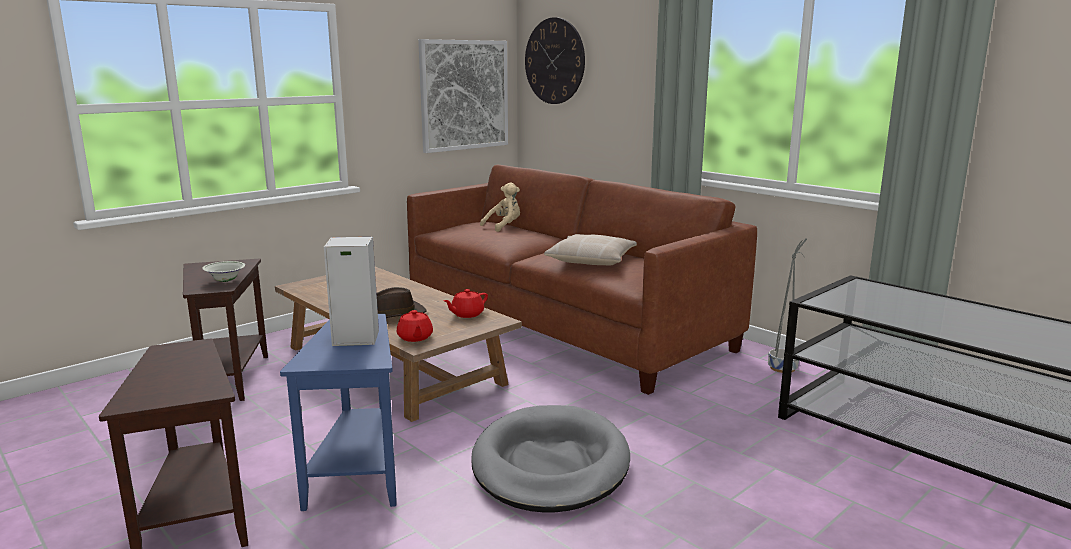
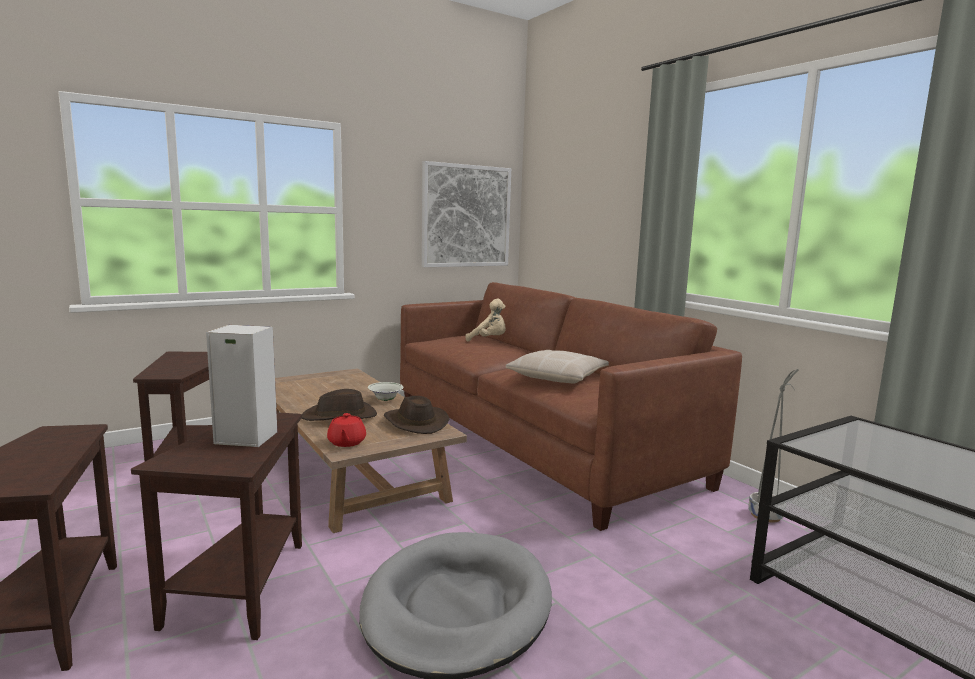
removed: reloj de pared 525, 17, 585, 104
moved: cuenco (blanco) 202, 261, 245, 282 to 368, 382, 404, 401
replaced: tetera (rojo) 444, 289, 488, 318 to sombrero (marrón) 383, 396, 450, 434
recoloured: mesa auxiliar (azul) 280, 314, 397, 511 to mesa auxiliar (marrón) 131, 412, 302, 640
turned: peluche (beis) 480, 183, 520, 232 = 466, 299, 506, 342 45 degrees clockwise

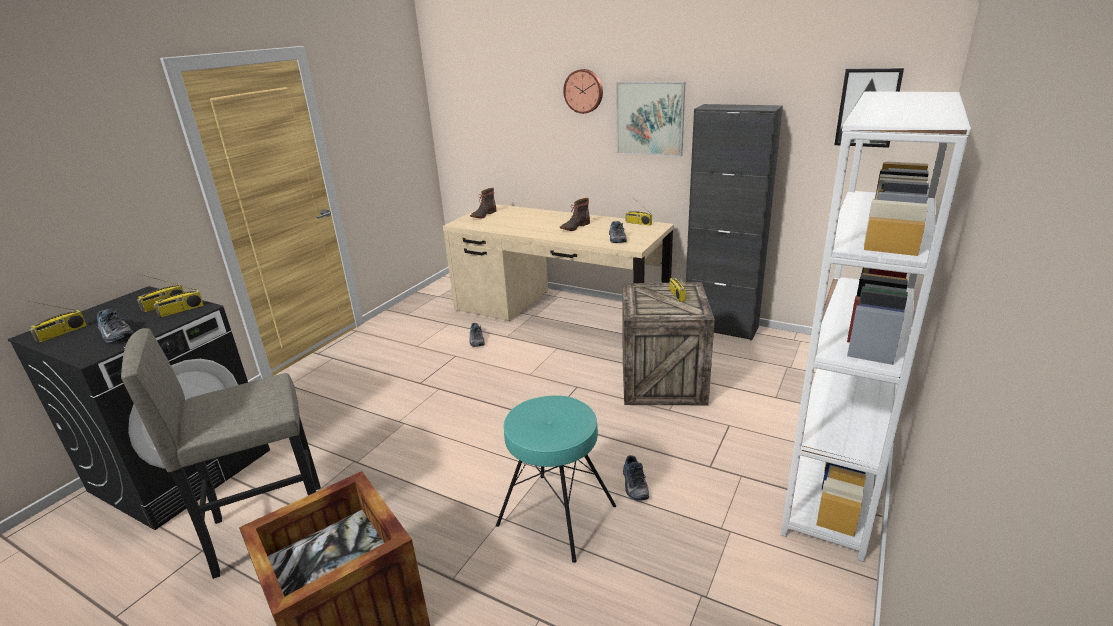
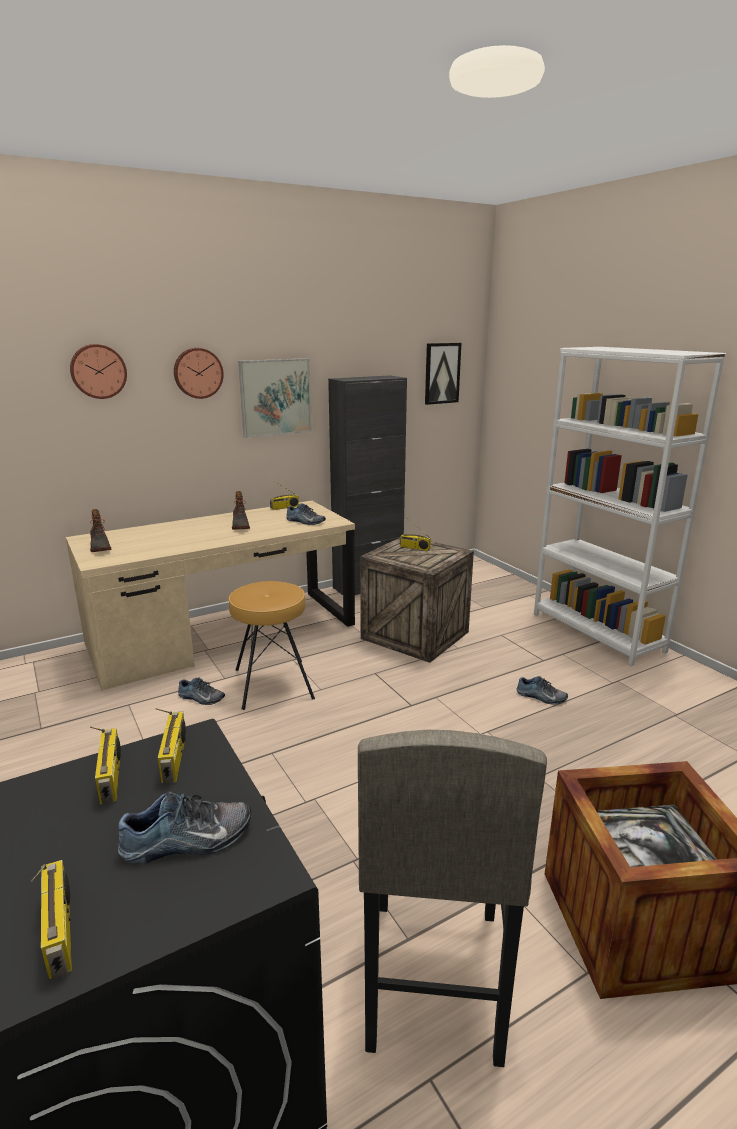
removed: taburete (turquesa) 496, 395, 616, 563
added: reloj de pared 70, 344, 127, 399; taburete (marrón) 229, 581, 315, 710

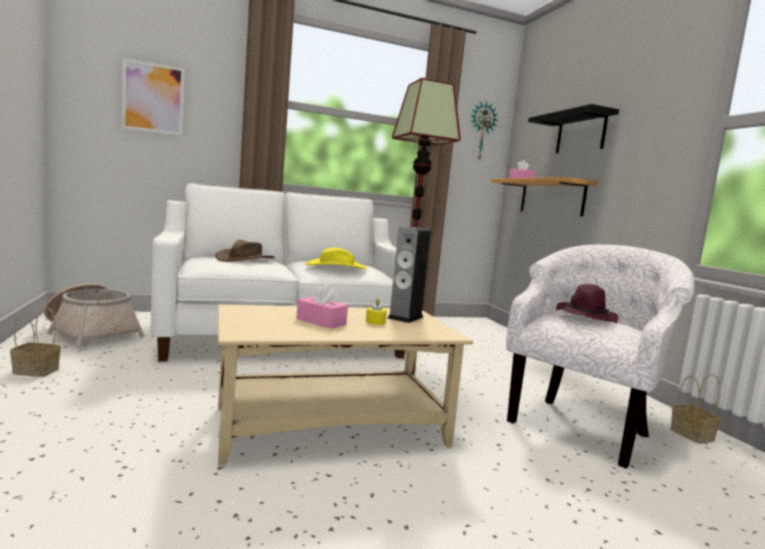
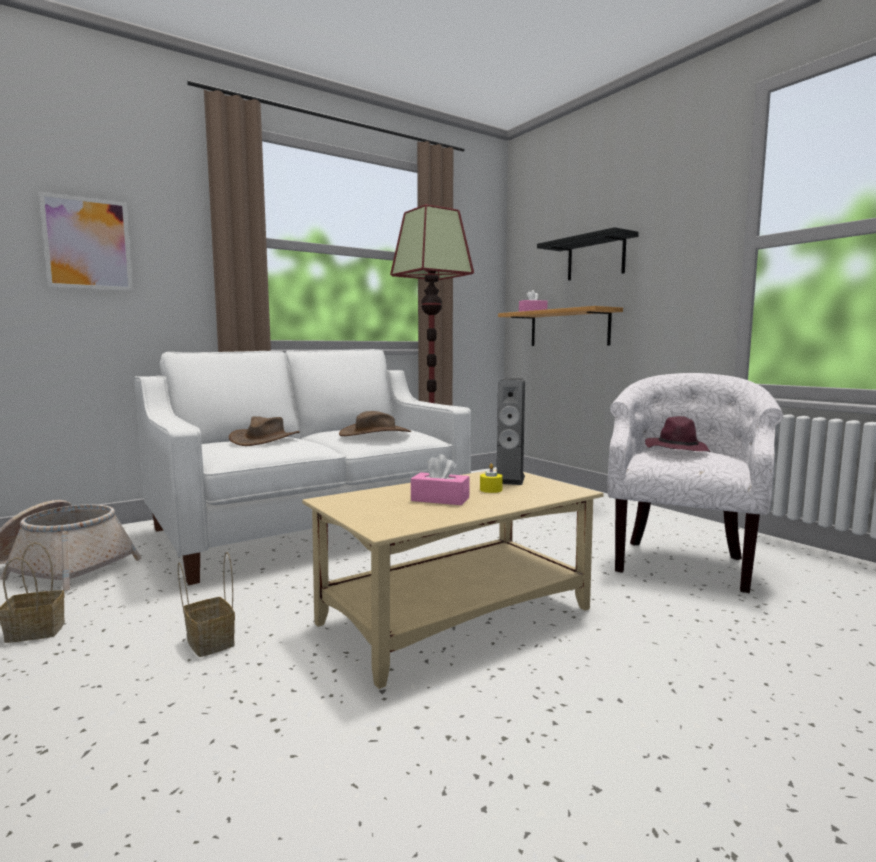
removed: reloj de pared 470, 102, 498, 161
moved: cesta 670, 374, 721, 444 to 178, 552, 235, 657
recoloured: sombrero (amarillo) 305, 248, 367, 269 to sombrero (marrón) 339, 411, 411, 436

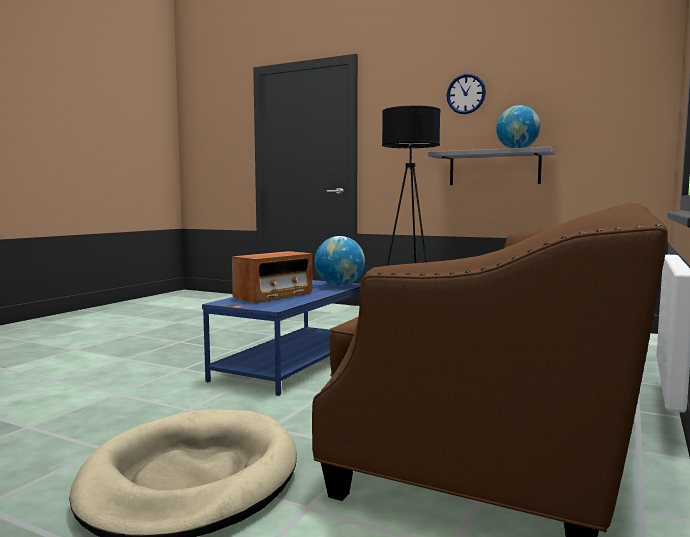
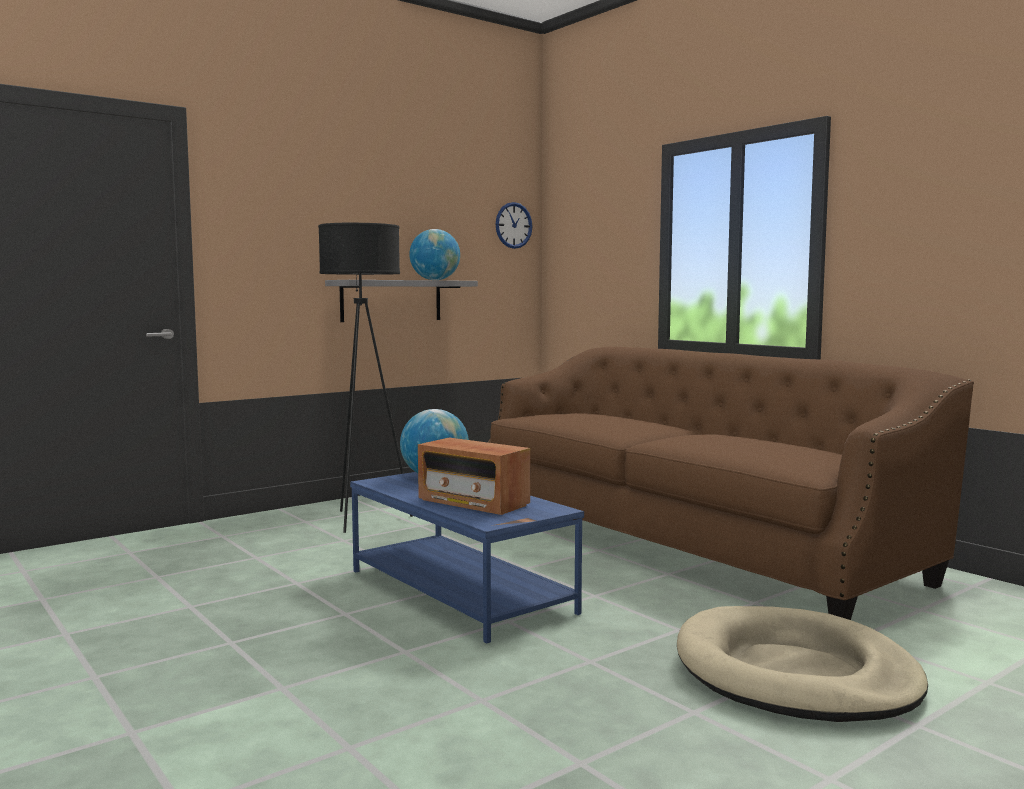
moved: reloj de pared 447, 74, 486, 114 to 495, 202, 533, 249
turned: radio 232, 251, 312, 303 = 418, 438, 530, 515 150 degrees clockwise

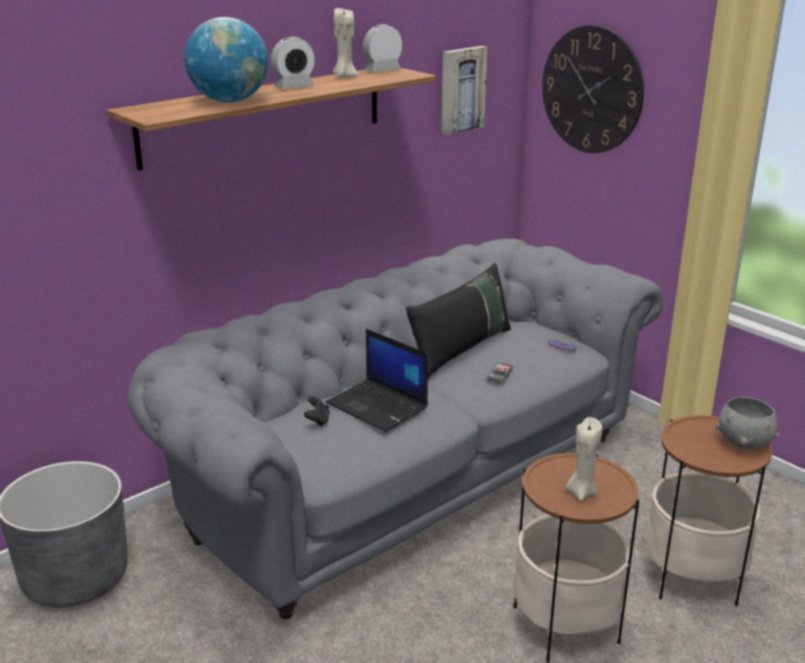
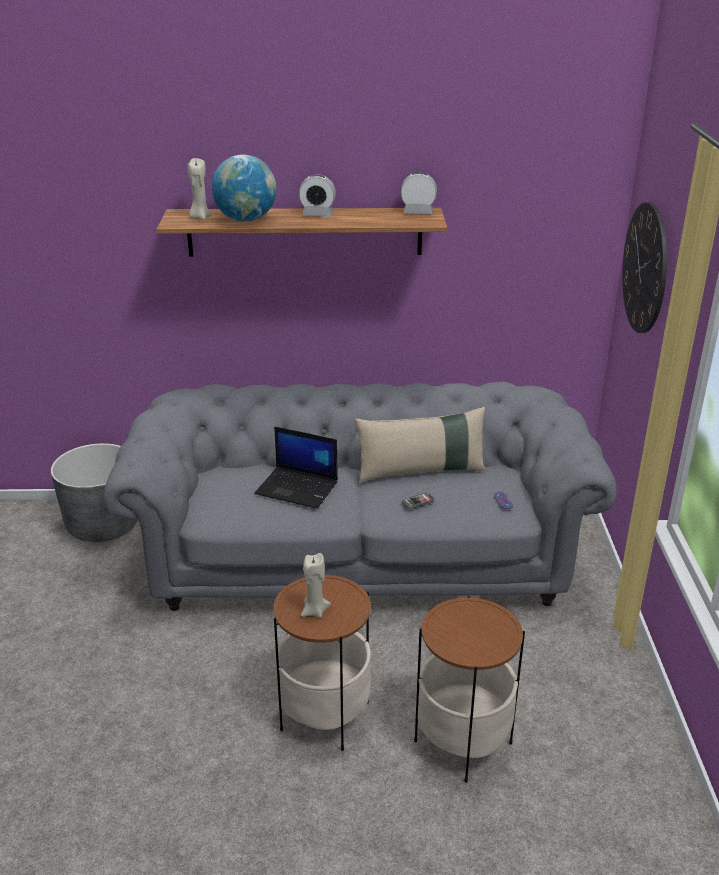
removed: mando de consola (negro) 304, 396, 330, 427; cuadro 441, 46, 487, 135; cuenco (gris) 716, 397, 779, 450
moved: vela (beis) 333, 8, 359, 78 to 188, 158, 211, 220
recoloured: cojín (negro) 406, 263, 511, 378 to cojín (beis) 355, 407, 486, 483
turned: portátil 326, 329, 428, 432 = 255, 427, 338, 509 60 degrees counterclockwise

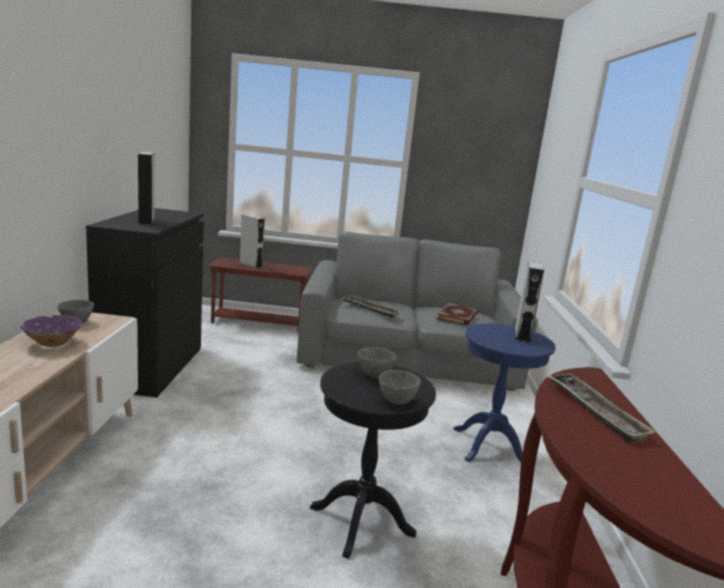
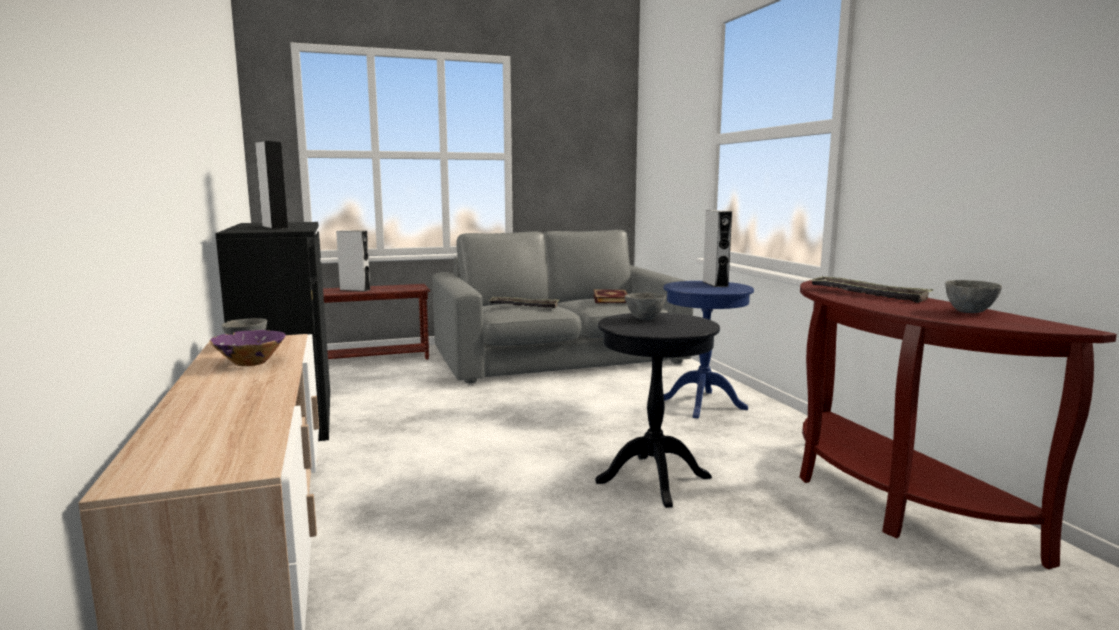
moved: cuenco (gris) 379, 370, 421, 404 to 945, 280, 1002, 313

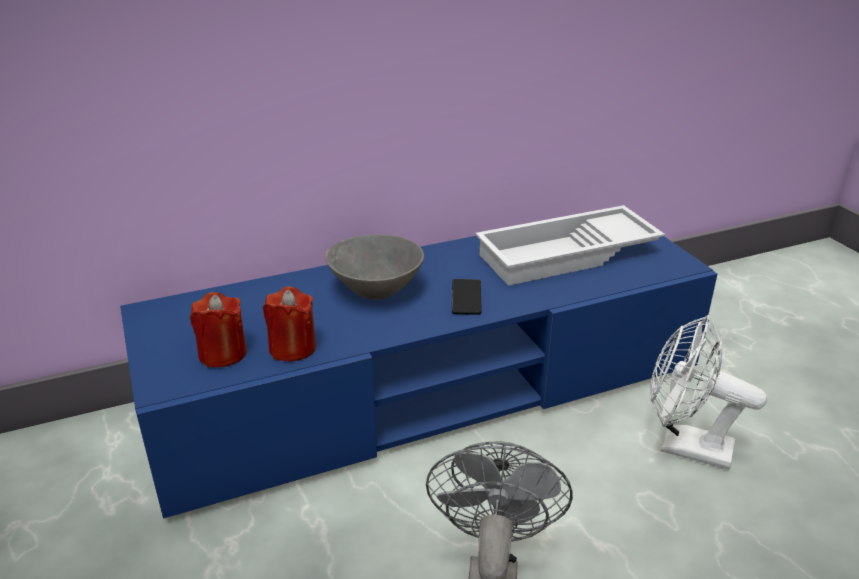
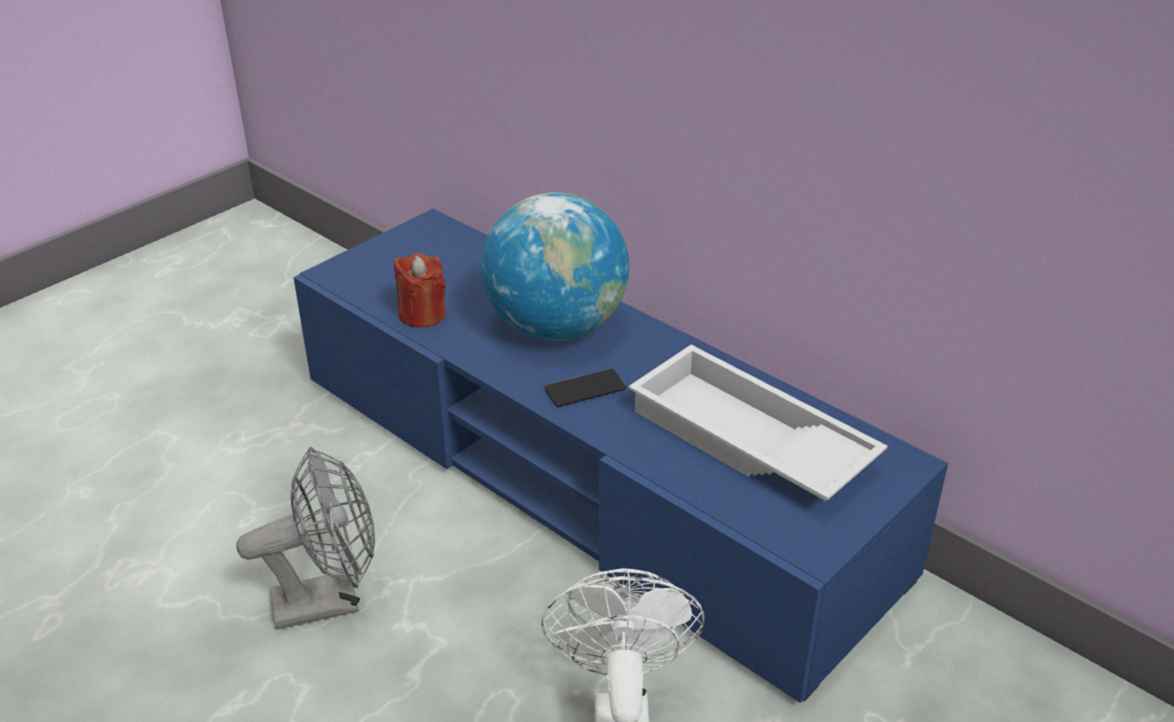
removed: vela (rojo) 190, 292, 247, 367
replaced: cuenco (gris) 325, 235, 424, 300 to globo terráqueo 482, 192, 629, 341

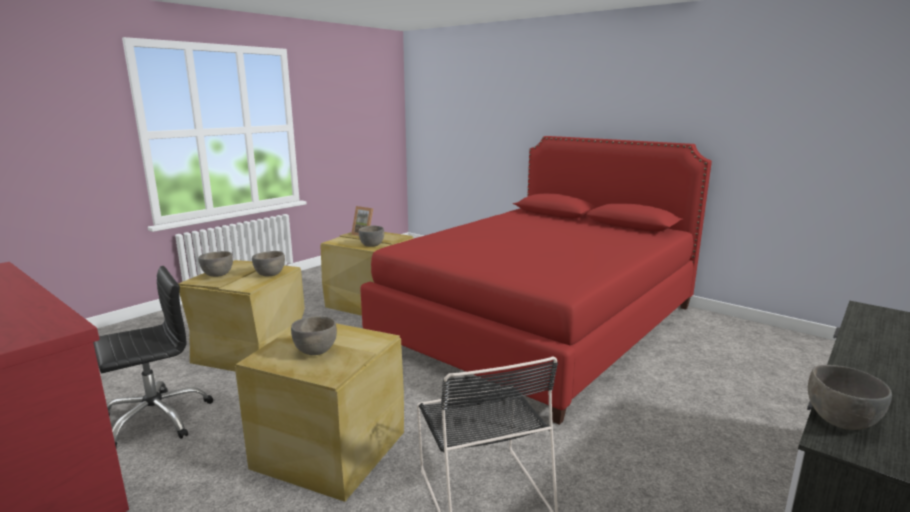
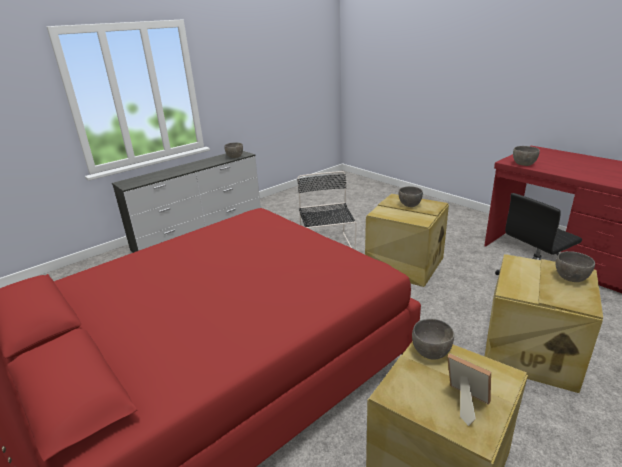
moved: cuenco (gris) 252, 251, 285, 276 to 513, 146, 540, 166

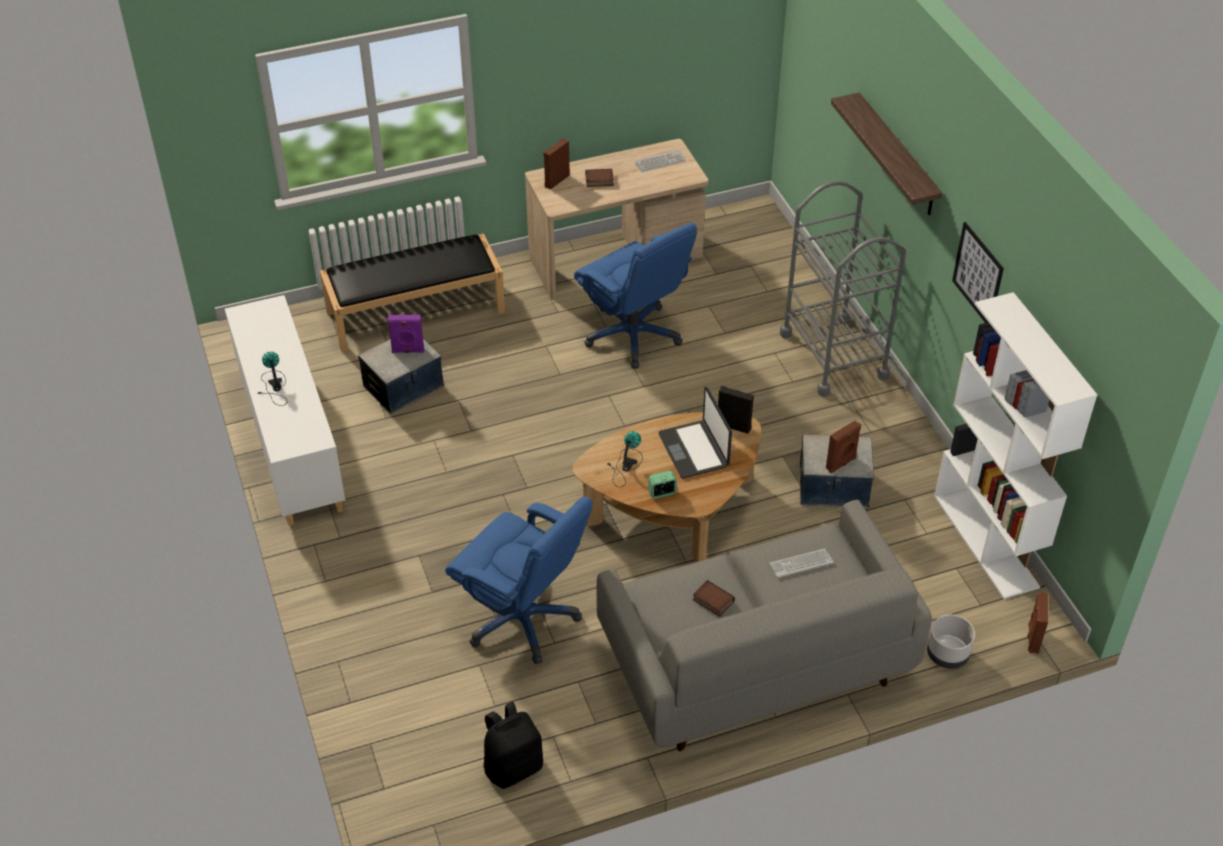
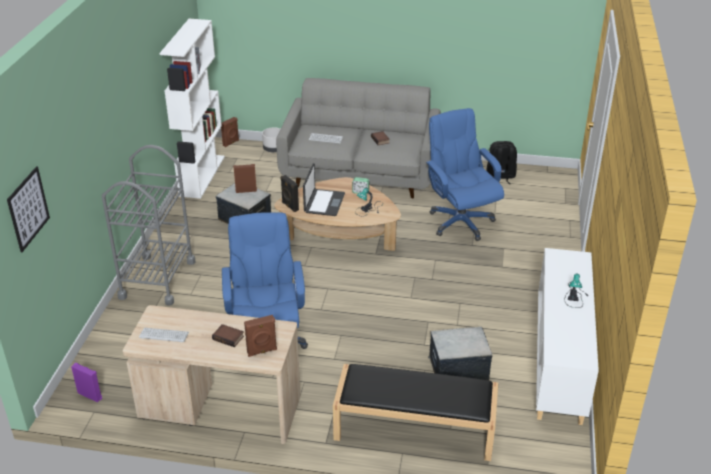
removed: estante 831, 93, 942, 215
moved: cuadro 952, 222, 1004, 323 to 7, 166, 50, 252; altavoz (morado) 387, 315, 424, 353 to 71, 363, 102, 402

